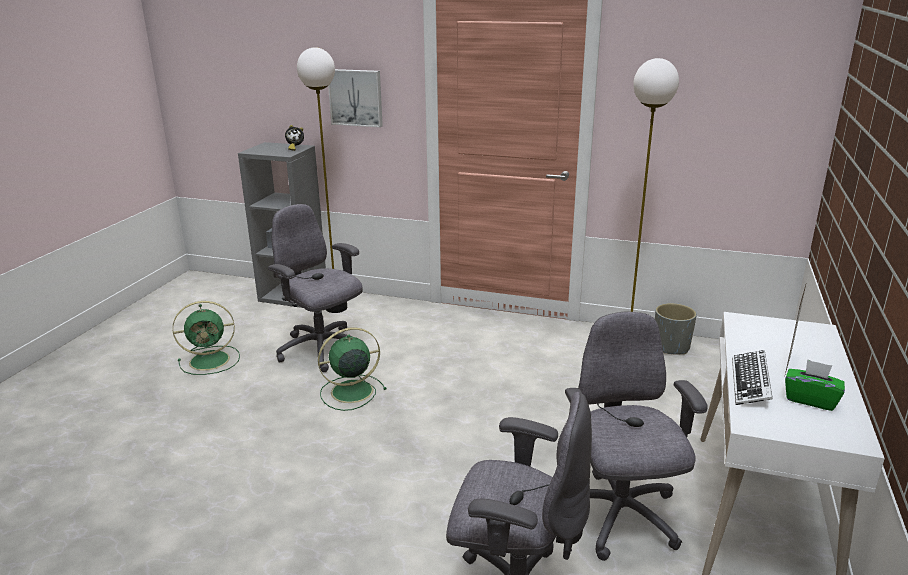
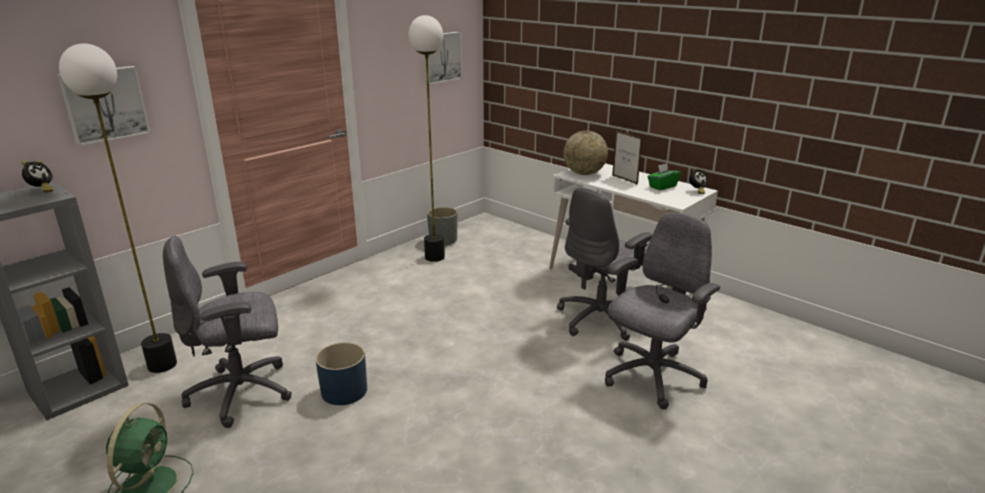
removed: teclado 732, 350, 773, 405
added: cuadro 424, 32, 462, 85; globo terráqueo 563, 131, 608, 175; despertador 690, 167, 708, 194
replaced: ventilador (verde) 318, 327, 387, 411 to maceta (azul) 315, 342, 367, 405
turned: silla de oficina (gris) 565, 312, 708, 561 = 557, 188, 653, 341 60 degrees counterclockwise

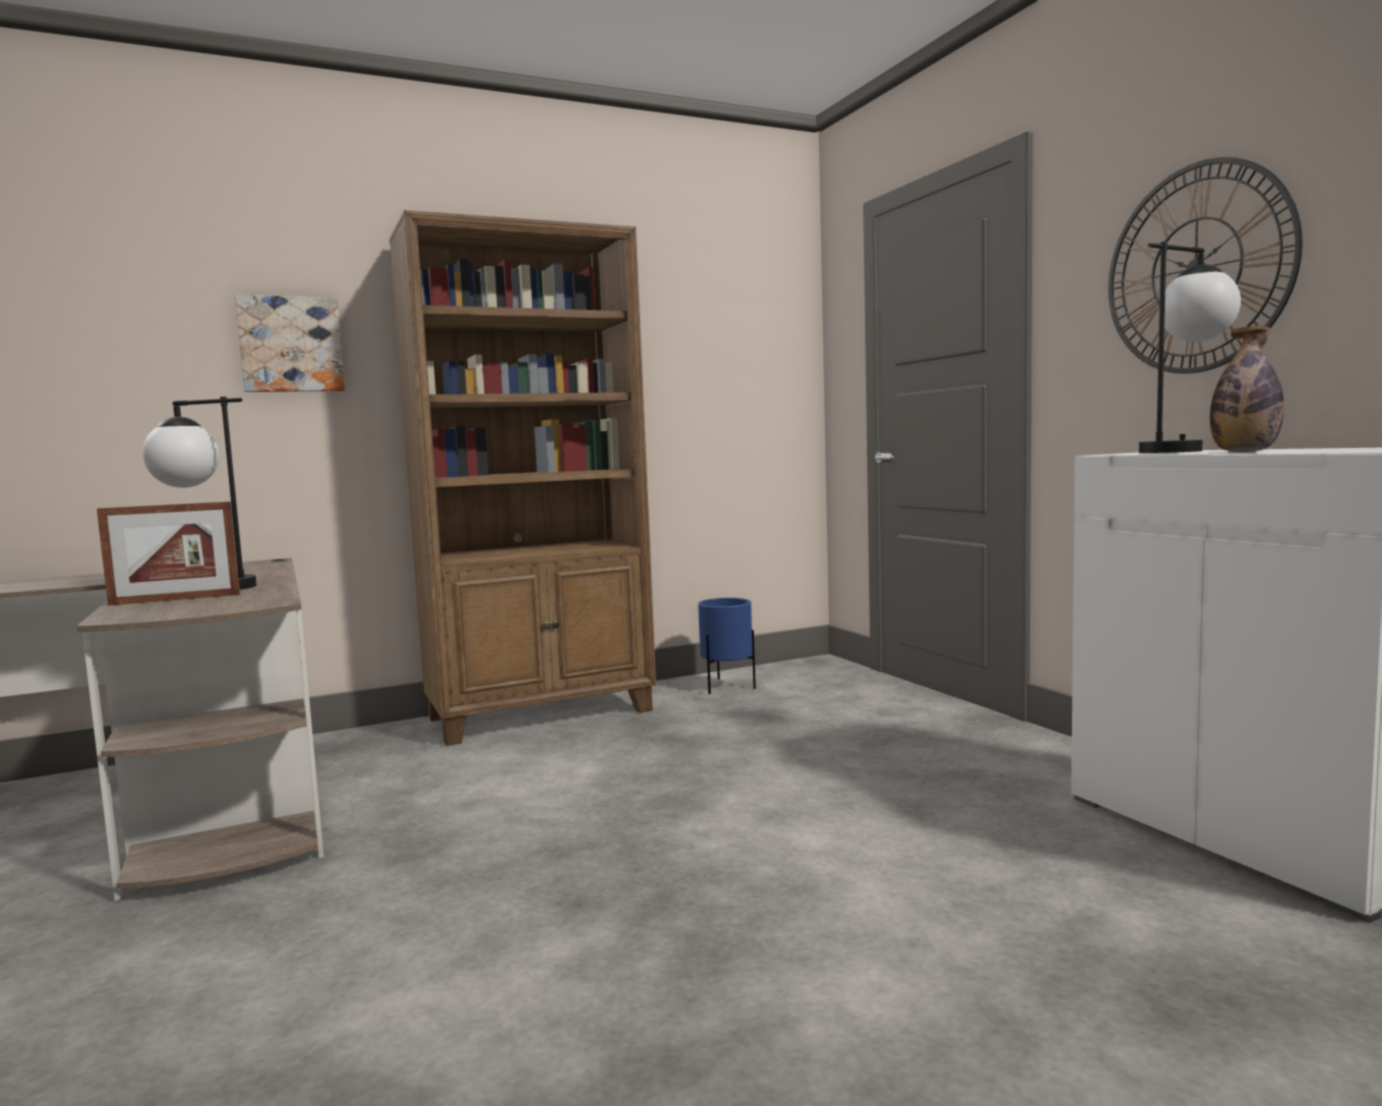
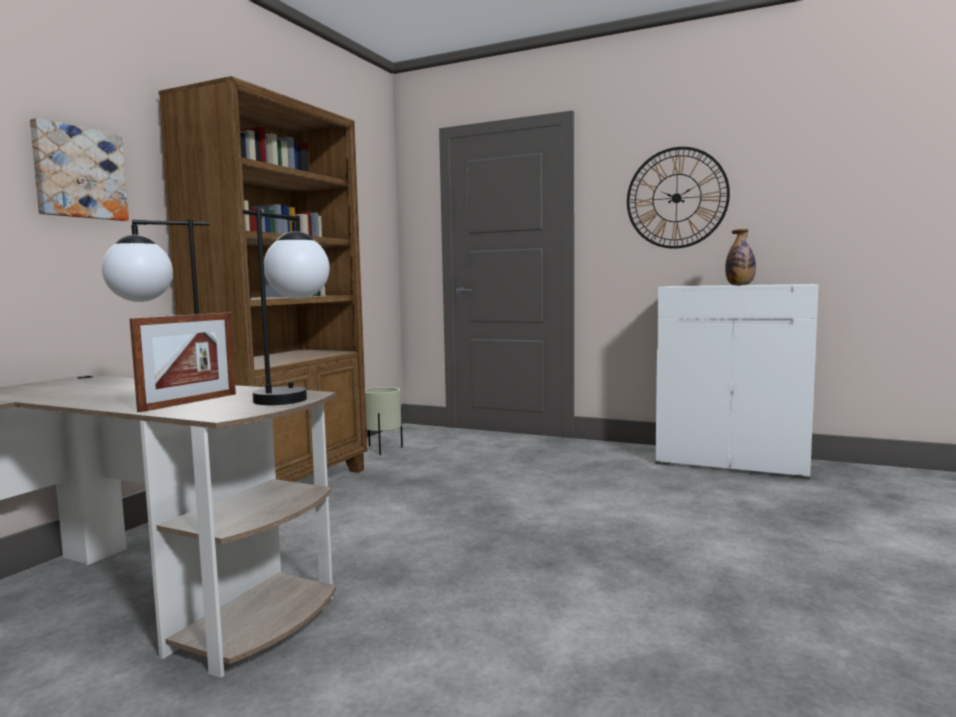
moved: lámpara de mesa 1139, 242, 1241, 453 to 243, 209, 330, 405
recoloured: maceta (azul) 698, 598, 756, 694 to maceta (beis) 365, 387, 403, 455

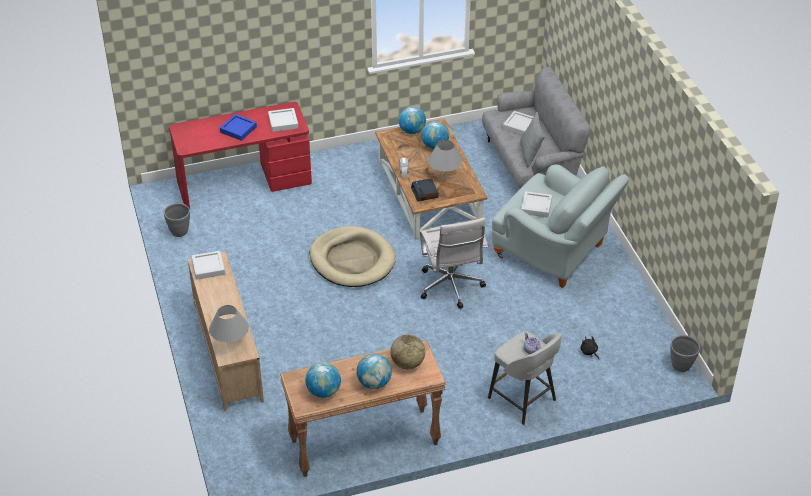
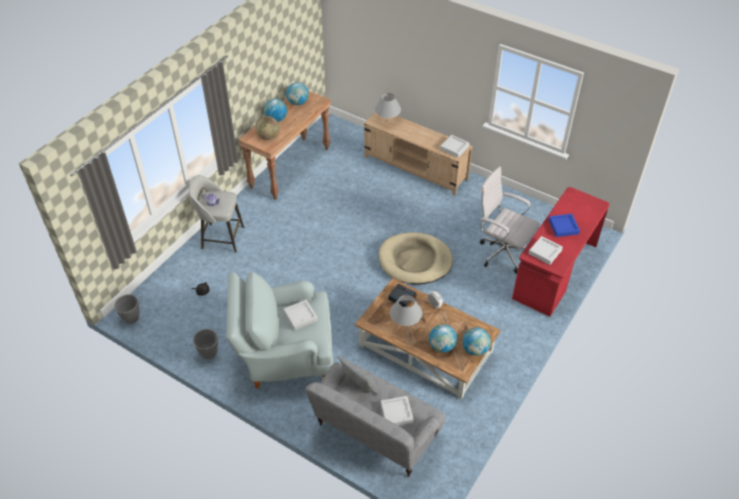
moved: maceta (gris) 164, 203, 190, 237 to 193, 329, 218, 359; silla de oficina (blanco) 420, 218, 488, 309 to 480, 166, 539, 273

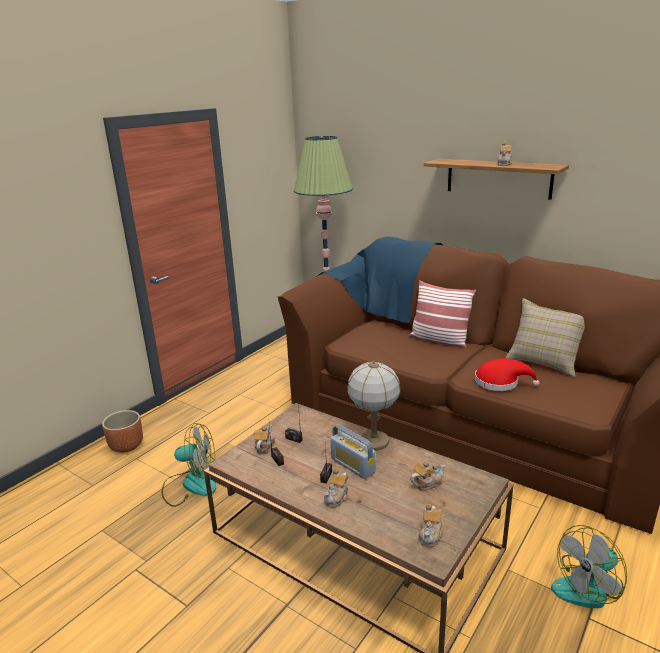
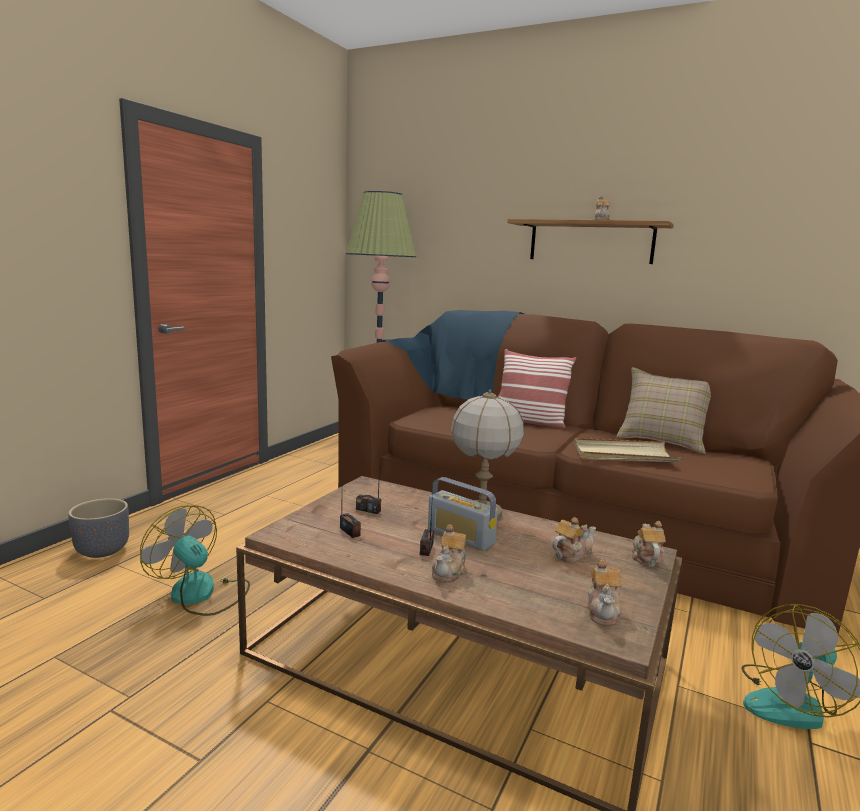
moved: tetera 254, 424, 275, 454 to 632, 521, 666, 567
replaced: sombrero (rojo) 475, 358, 540, 391 to bandeja (beis) 574, 438, 680, 462
recoloured: maceta (marrón) 102, 410, 143, 453 to maceta (gris) 68, 498, 129, 558
turned: ventilador 162, 423, 216, 507 = 140, 505, 250, 616 135 degrees counterclockwise

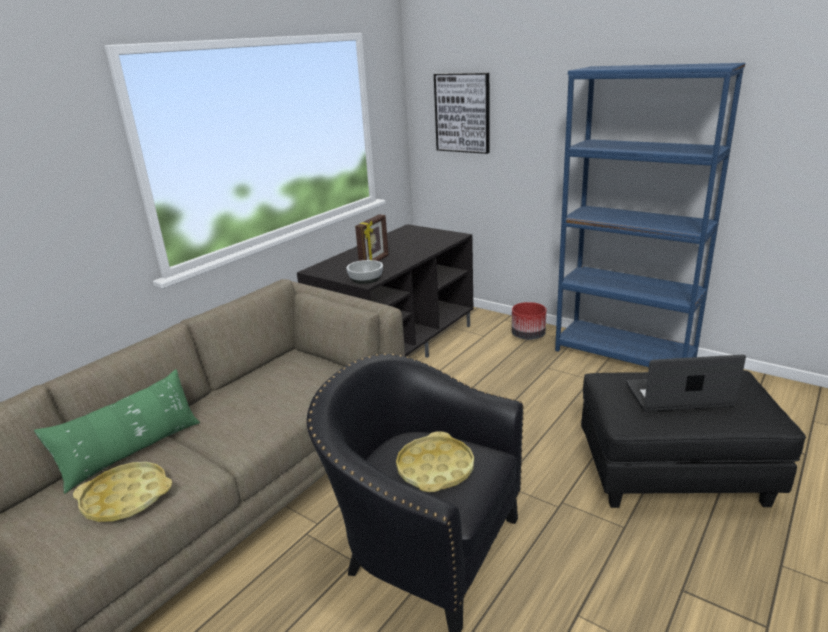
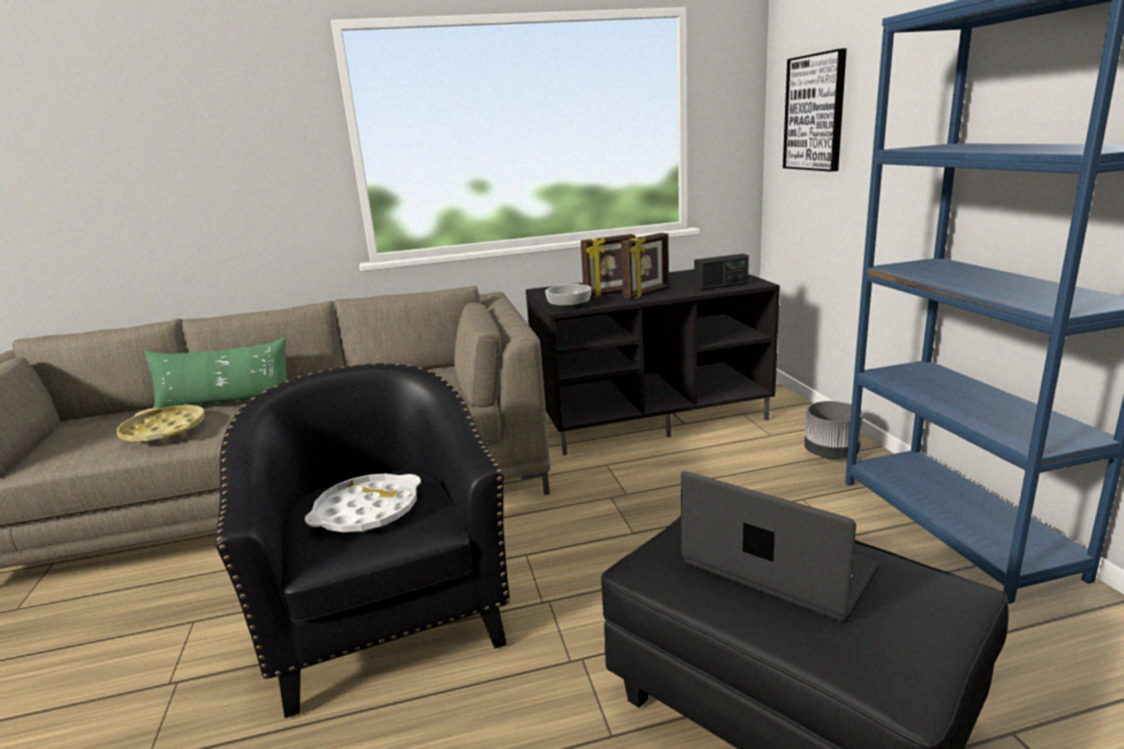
added: portarretratos 621, 233, 669, 299; radio 694, 254, 749, 291
recoloured: bandeja (amarillo) 396, 431, 474, 492 to bandeja (blanco) 304, 474, 421, 533; maceta (rojo) 512, 302, 546, 340 to maceta (gris) 804, 401, 863, 459

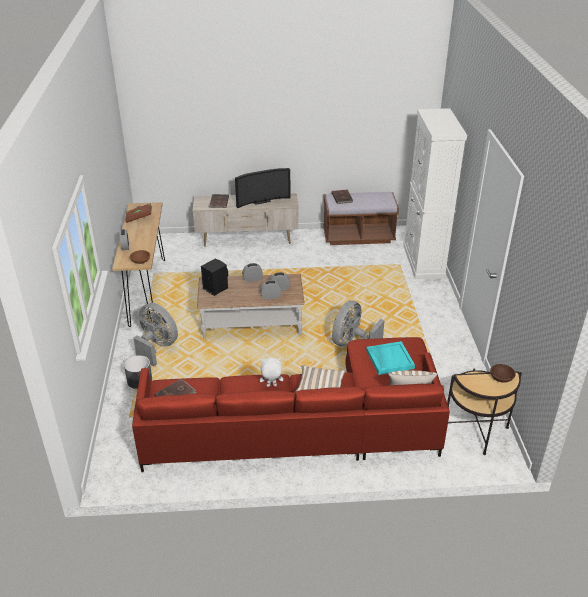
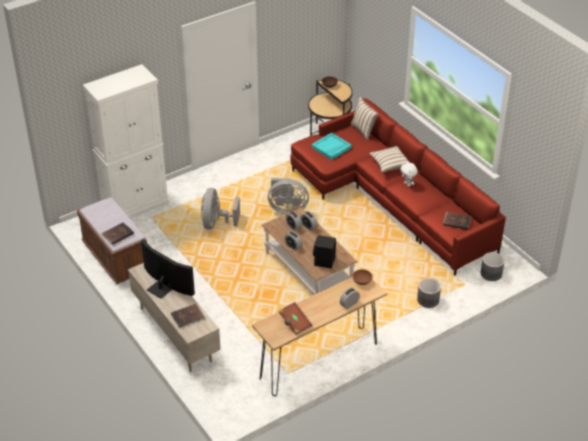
added: maceta (gris) 481, 252, 505, 281
moved: ventilador (gris) 133, 303, 178, 366 to 201, 188, 240, 230

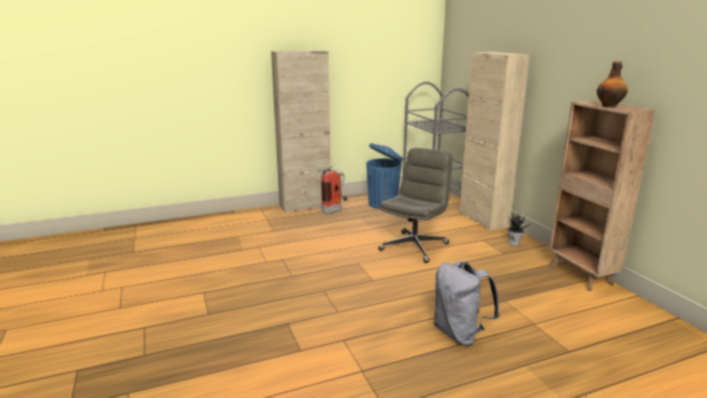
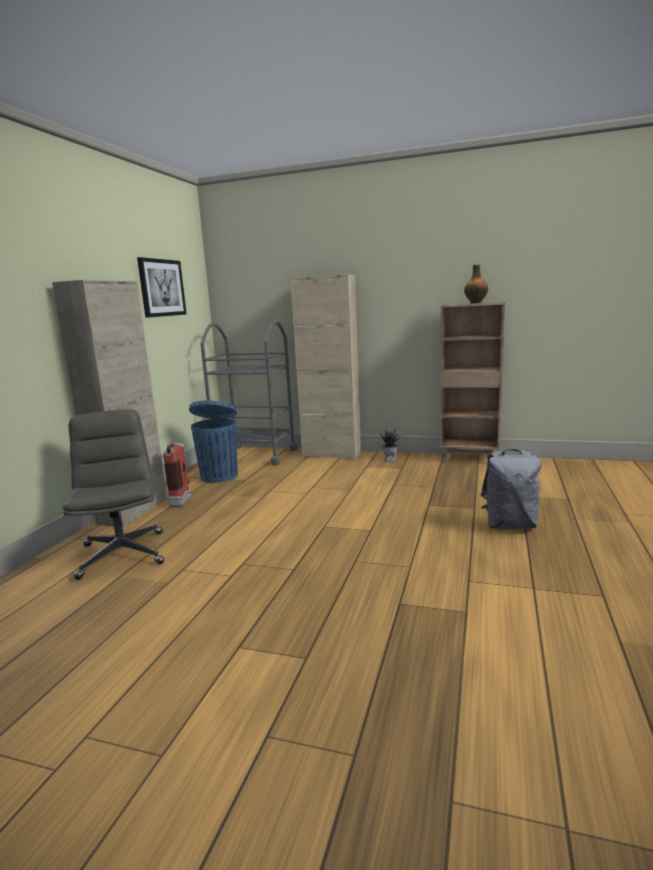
added: cuadro 137, 257, 187, 318
moved: silla de oficina (gris) 378, 148, 452, 263 to 63, 409, 164, 580

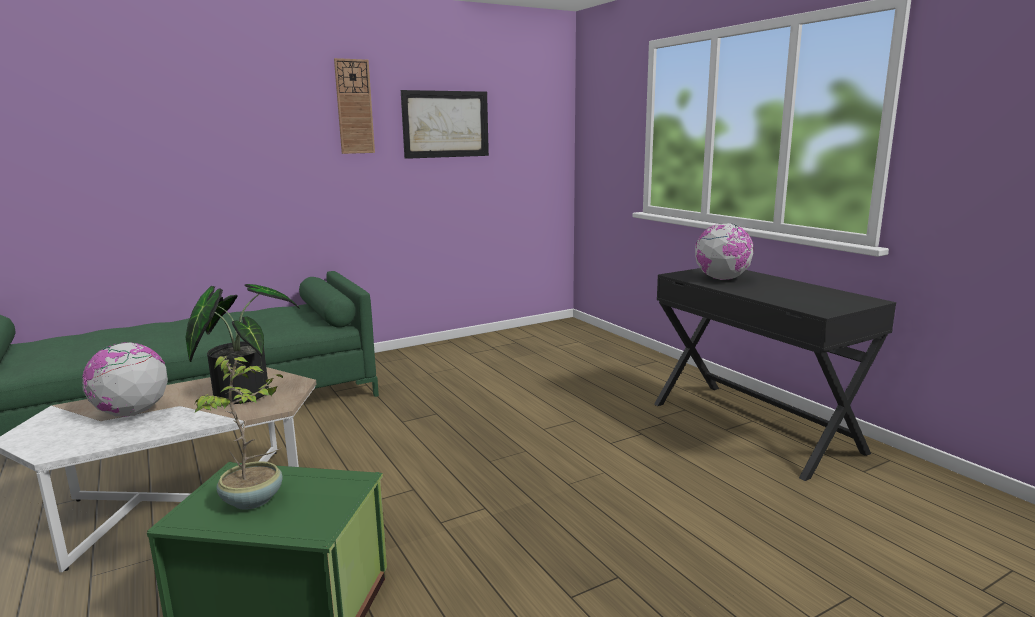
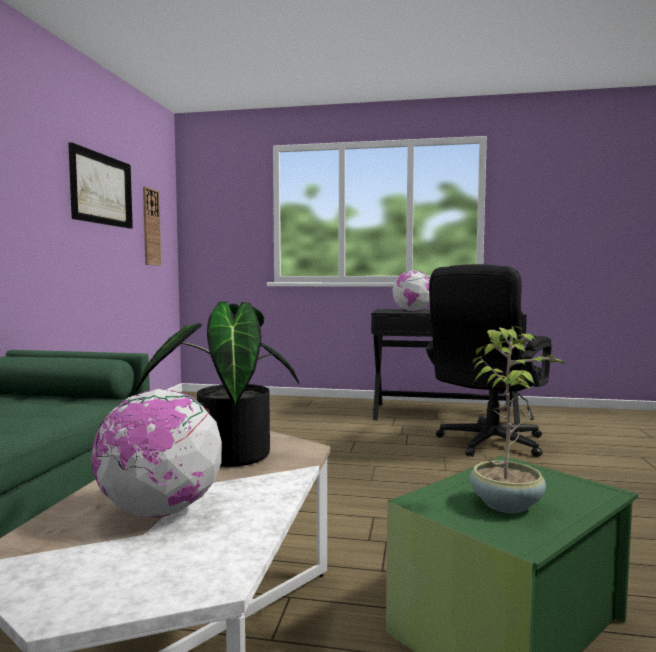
added: silla de oficina (negro) 426, 264, 552, 457
moved: reloj de pared 334, 58, 375, 154 to 143, 186, 161, 265

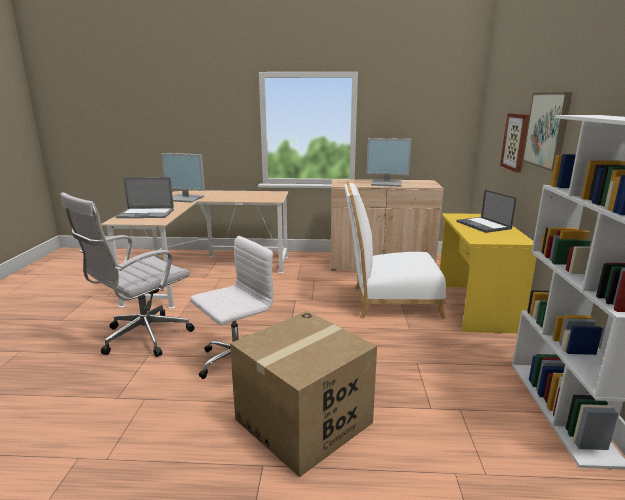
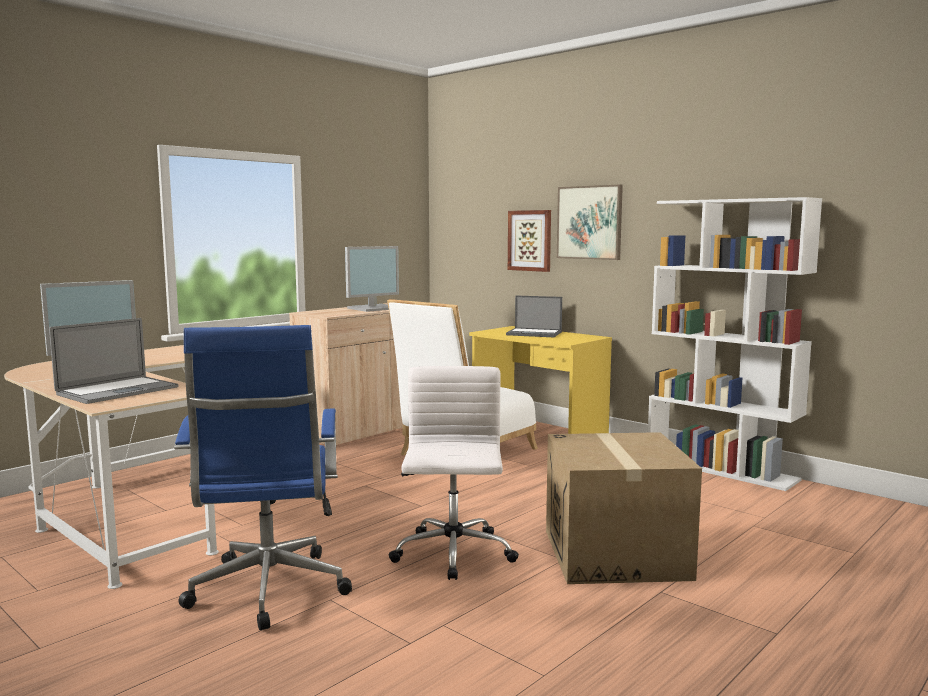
recoloured: silla de oficina (blanco) 60, 192, 195, 357 to silla de oficina (azul) 174, 325, 352, 631

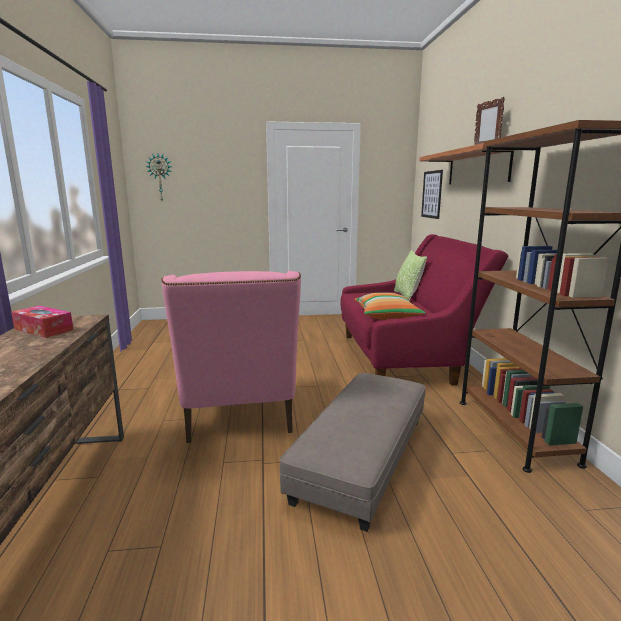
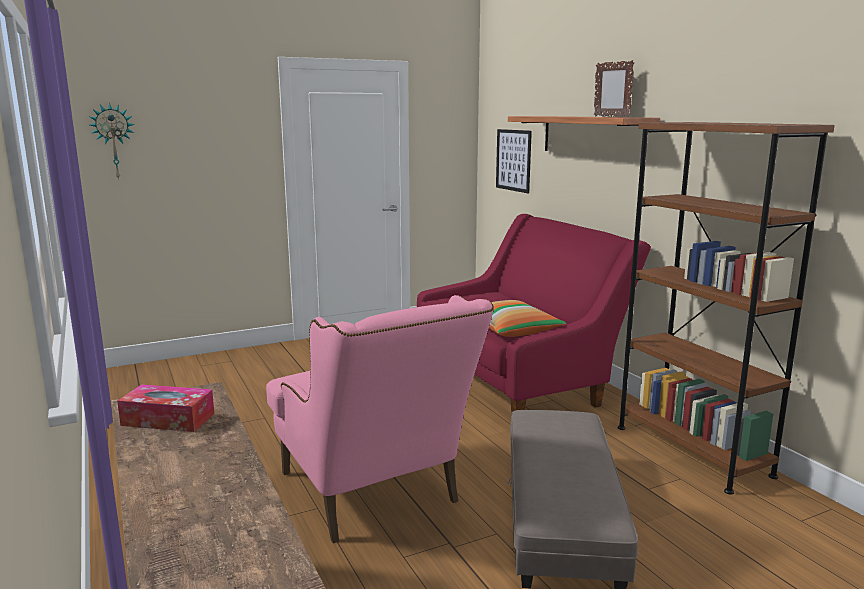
removed: cojín 394, 250, 427, 301

